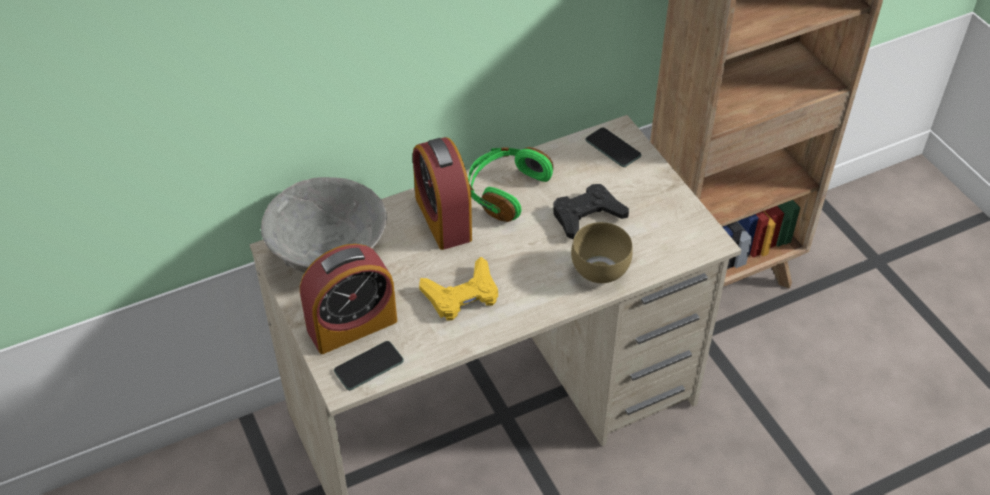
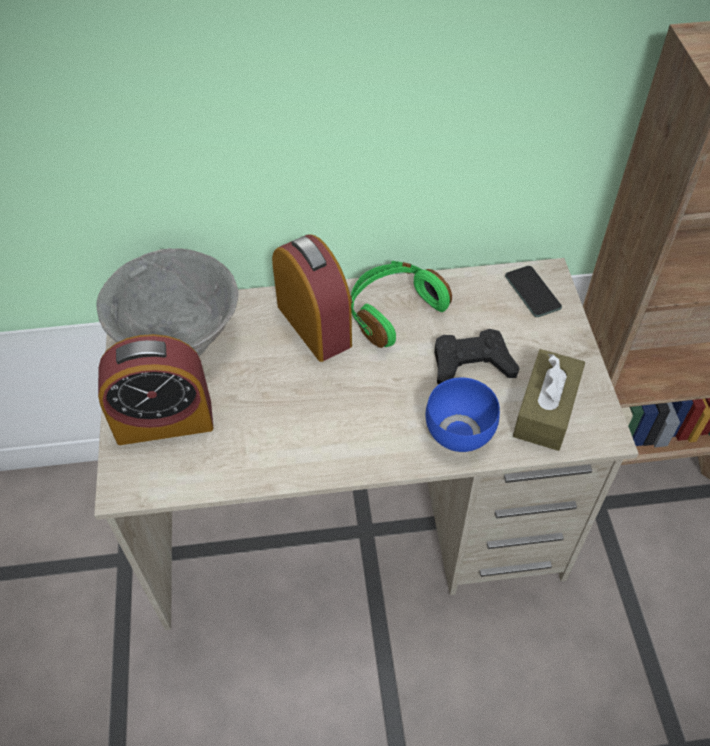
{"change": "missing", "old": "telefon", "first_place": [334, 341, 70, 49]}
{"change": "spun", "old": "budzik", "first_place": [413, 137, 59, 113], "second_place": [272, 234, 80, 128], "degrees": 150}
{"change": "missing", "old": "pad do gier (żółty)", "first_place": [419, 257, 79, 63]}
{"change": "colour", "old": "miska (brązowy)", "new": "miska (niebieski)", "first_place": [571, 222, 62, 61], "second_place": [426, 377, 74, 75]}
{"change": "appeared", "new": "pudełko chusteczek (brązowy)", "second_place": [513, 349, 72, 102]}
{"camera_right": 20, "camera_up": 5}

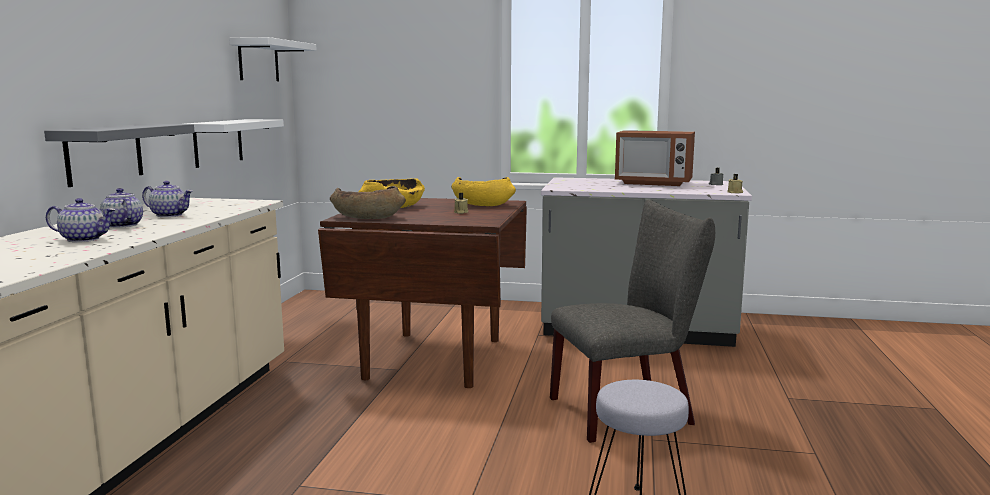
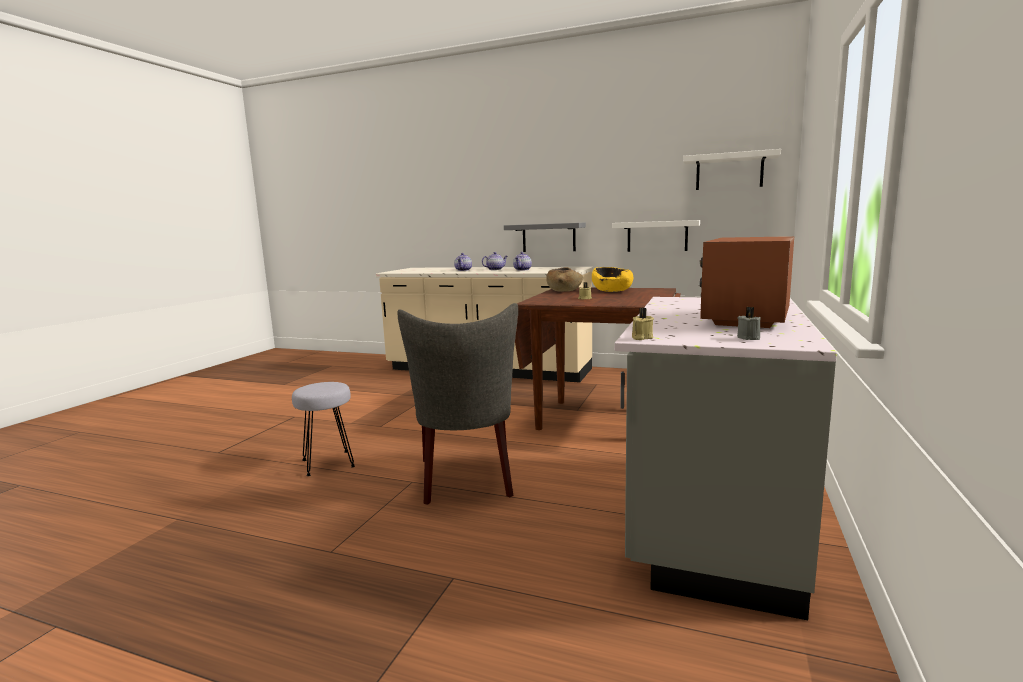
{"change": "missing", "old": "miska (żółty)", "first_place": [451, 177, 65, 29]}
{"camera_right": 100, "camera_up": 0}

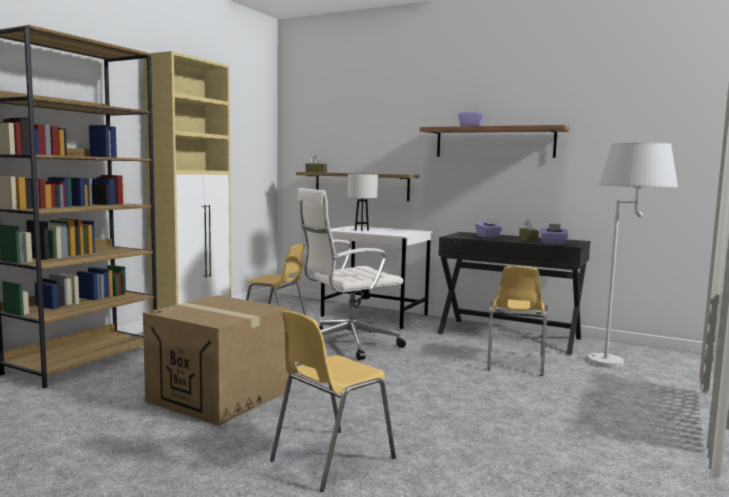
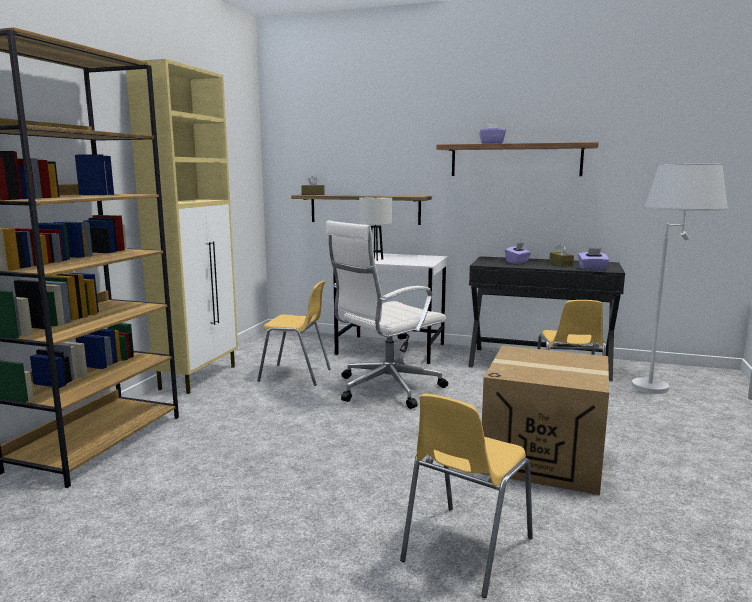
{"change": "relocated", "old": "karton", "first_place": [143, 295, 146, 131], "second_place": [480, 346, 129, 149]}
{"camera_right": -10, "camera_up": 5}

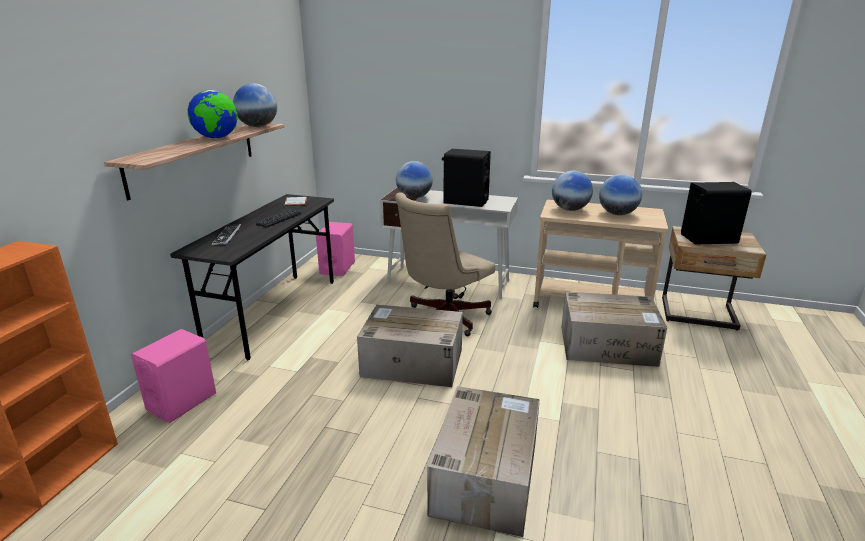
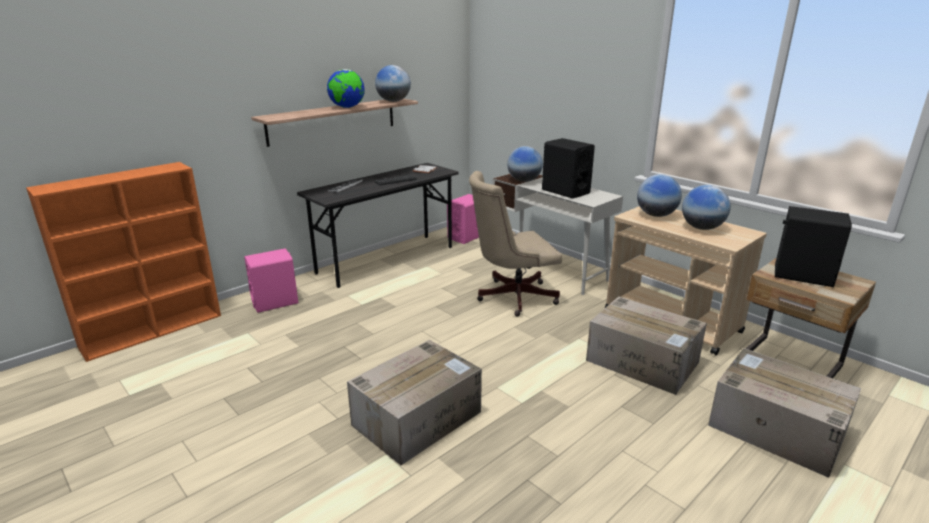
{"change": "relocated", "old": "karton", "first_place": [357, 304, 106, 83], "second_place": [708, 348, 153, 130]}
{"camera_right": 30, "camera_up": 0}

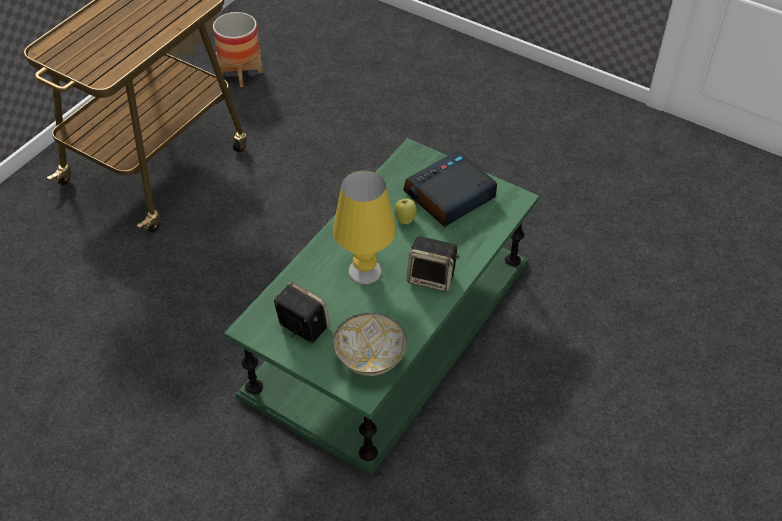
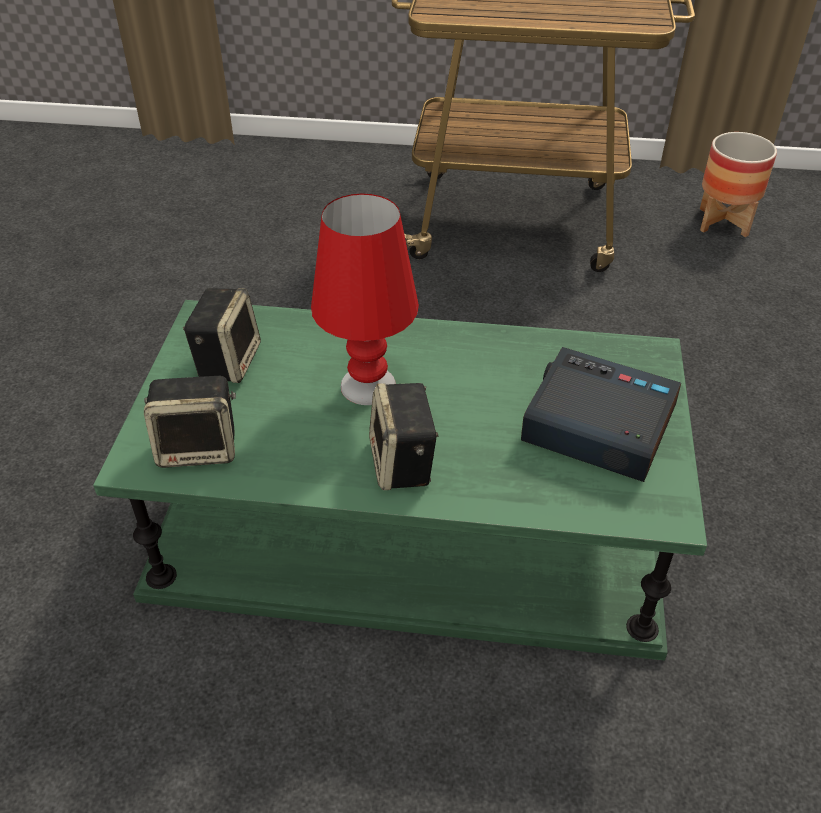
{"change": "colour", "old": "lampa stołowa (żółty)", "new": "lampa stołowa (czerwony)", "first_place": [333, 171, 63, 114], "second_place": [311, 194, 108, 211]}
{"change": "exchanged", "old": "miska", "new": "głośnik", "first_place": [333, 313, 74, 63], "second_place": [144, 376, 92, 92]}
{"change": "missing", "old": "jabłko", "first_place": [394, 198, 23, 26]}
{"camera_right": 65, "camera_up": -5}

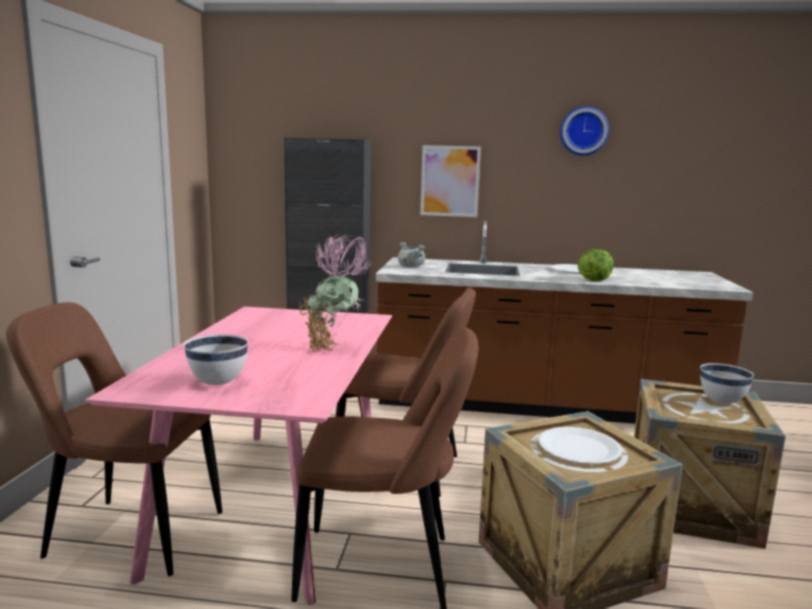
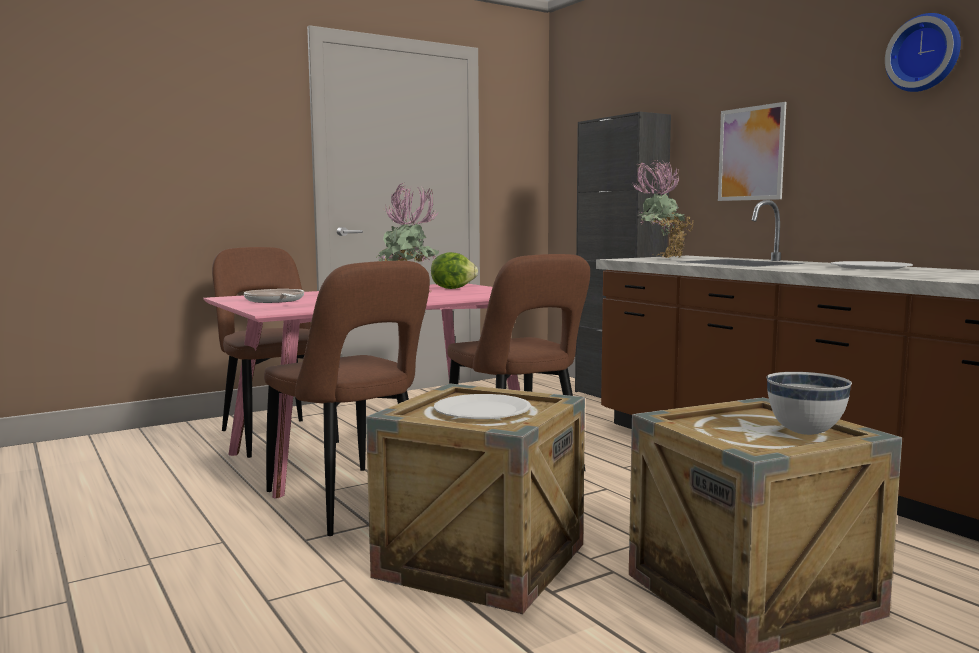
{"change": "exchanged", "old": "miska (biały)", "new": "patelnia", "first_place": [184, 334, 64, 51], "second_place": [244, 289, 60, 14]}
{"change": "exchanged", "old": "garnek (szary)", "new": "roślina doniczkowa", "first_place": [398, 242, 27, 25], "second_place": [633, 160, 61, 98]}
{"change": "relocated", "old": "sałata", "first_place": [578, 250, 35, 31], "second_place": [431, 252, 47, 37]}
{"camera_right": 50, "camera_up": -5}

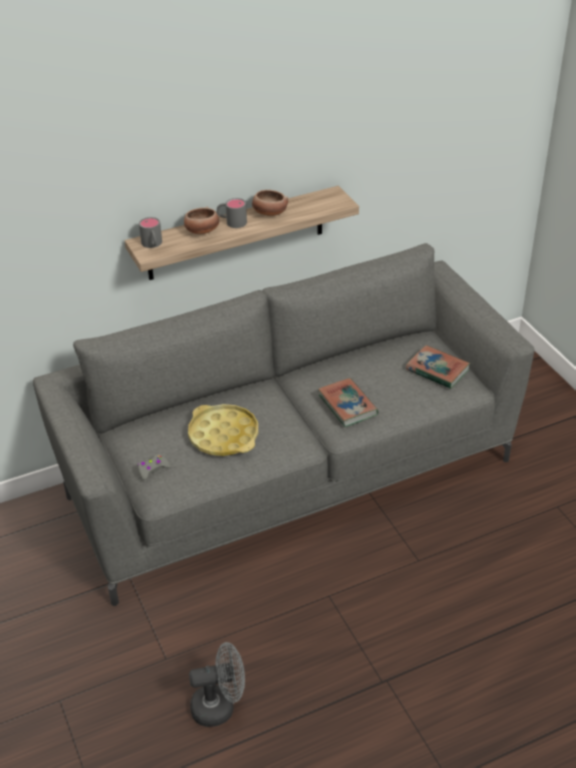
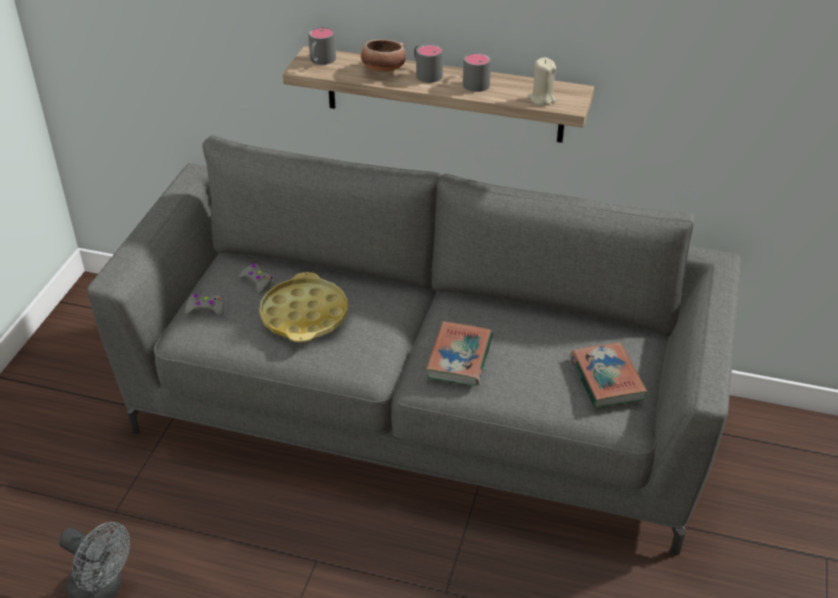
{"change": "exchanged", "old": "miska", "new": "kubek (szary)", "first_place": [252, 190, 36, 26], "second_place": [463, 52, 28, 40]}
{"change": "appeared", "new": "pad do gier (szary)", "second_place": [239, 264, 33, 30]}
{"change": "appeared", "new": "świeca (beżowy)", "second_place": [528, 58, 28, 48]}
{"camera_right": 40, "camera_up": 0}

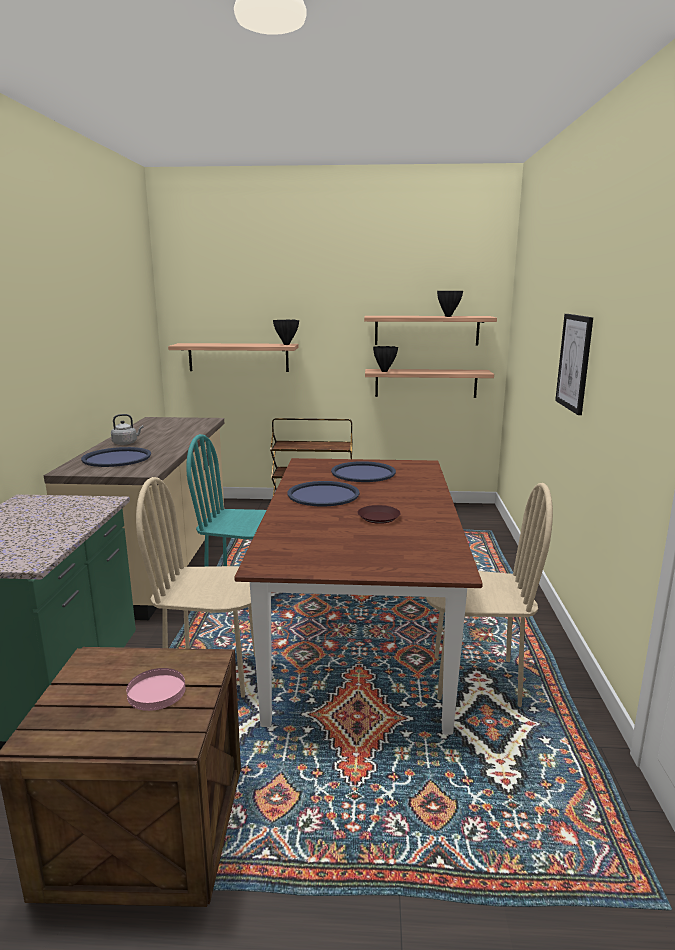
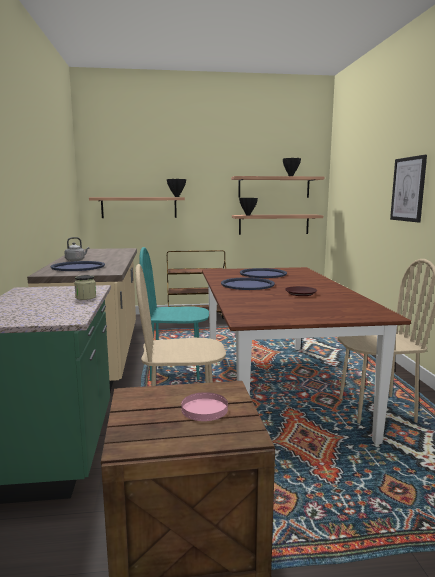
{"change": "appeared", "new": "słoik", "second_place": [74, 275, 22, 25]}
{"camera_right": -10, "camera_up": -5}

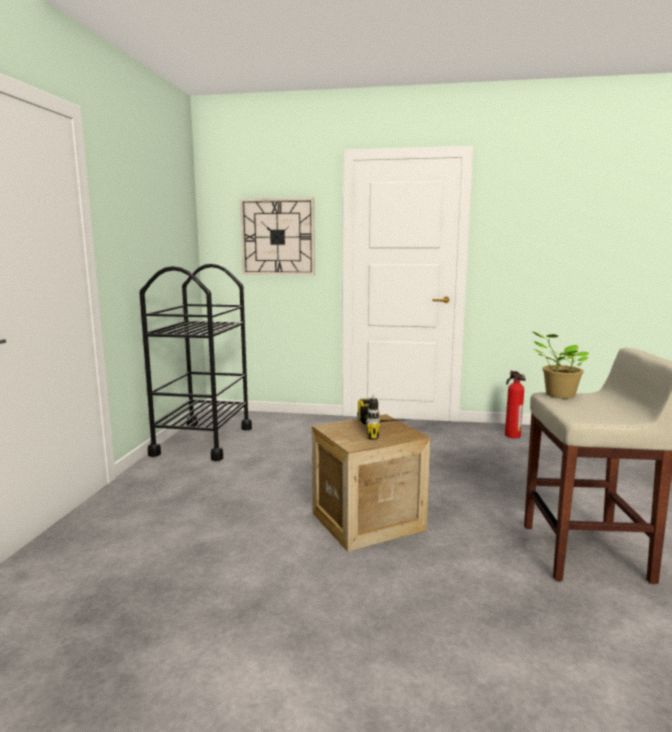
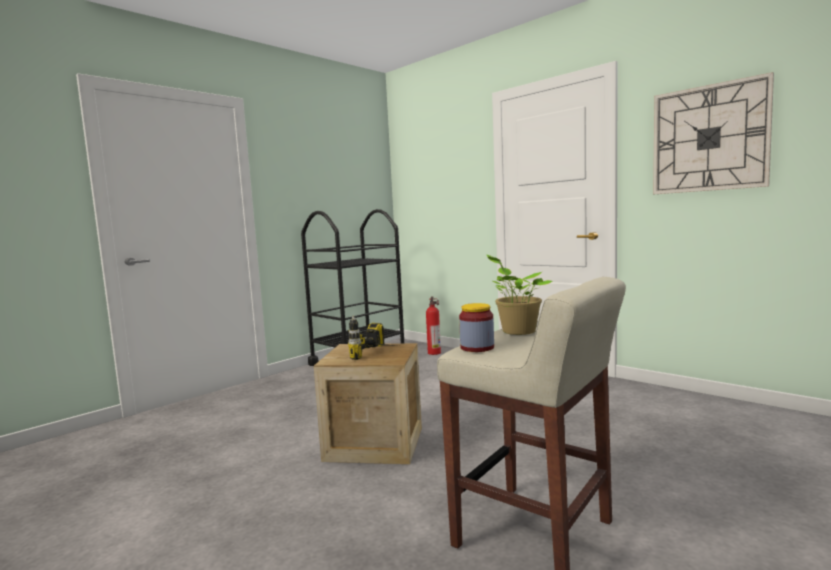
{"change": "relocated", "old": "zegar ścienny", "first_place": [240, 198, 75, 77], "second_place": [653, 72, 121, 122]}
{"change": "relocated", "old": "gaśnica", "first_place": [505, 371, 21, 67], "second_place": [426, 296, 15, 59]}
{"change": "appeared", "new": "słoik", "second_place": [459, 303, 35, 49]}
{"camera_right": 35, "camera_up": -5}

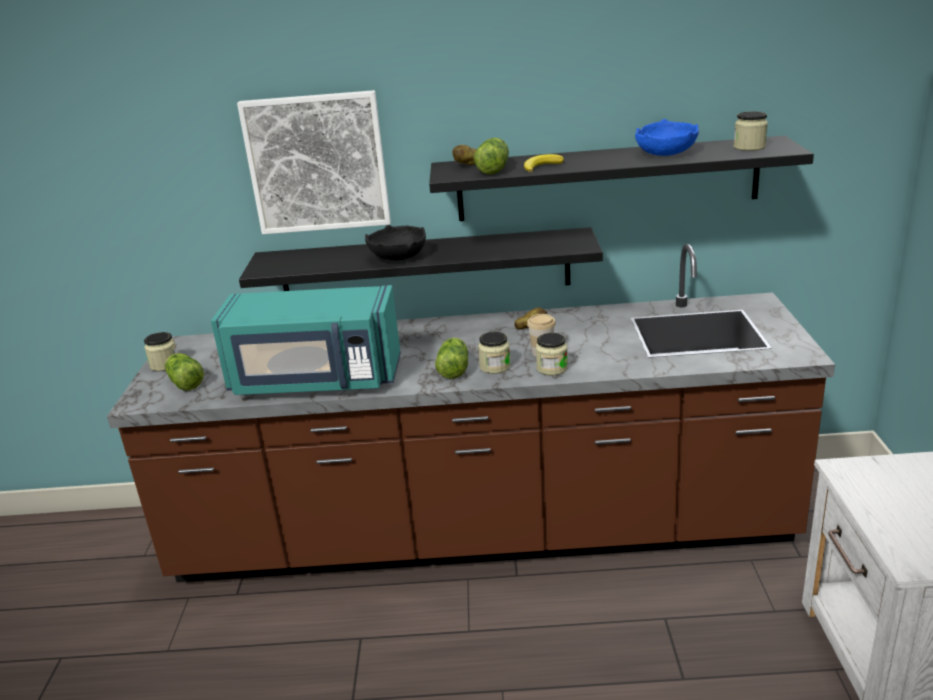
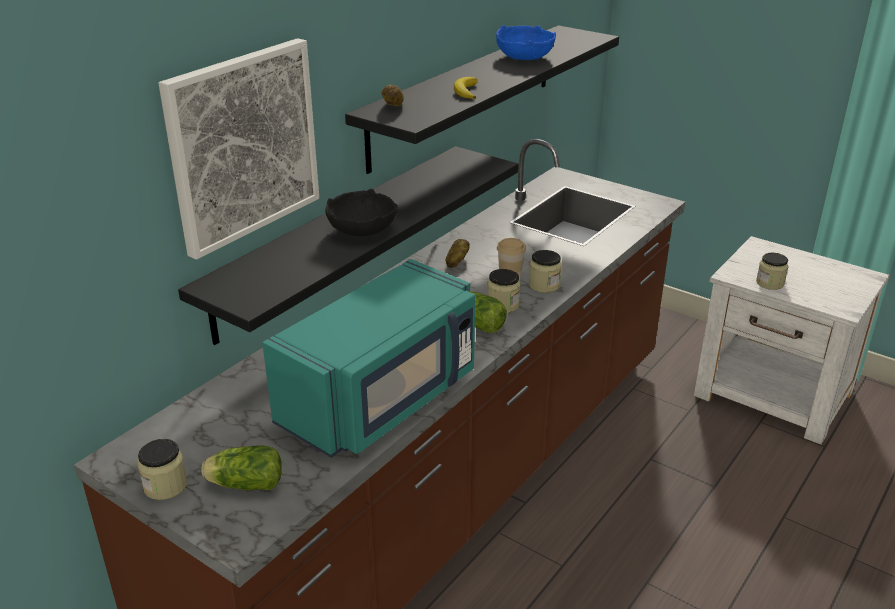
{"change": "missing", "old": "sałata", "first_place": [474, 138, 35, 36]}
{"change": "relocated", "old": "słoik", "first_place": [734, 111, 34, 40], "second_place": [756, 253, 32, 37]}
{"camera_right": -55, "camera_up": 5}

